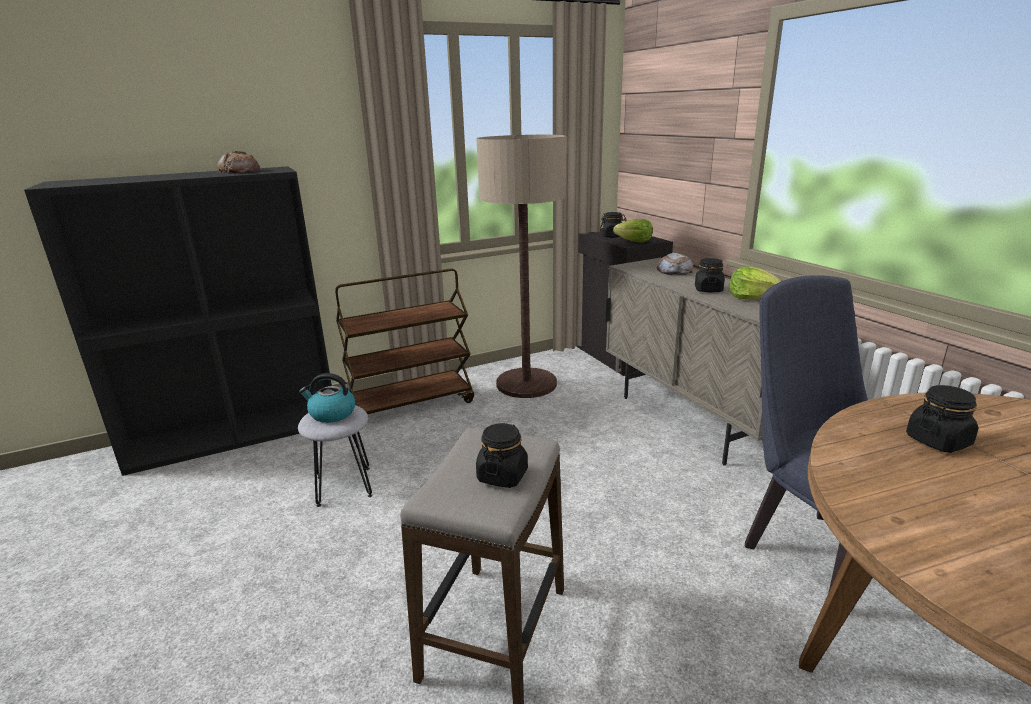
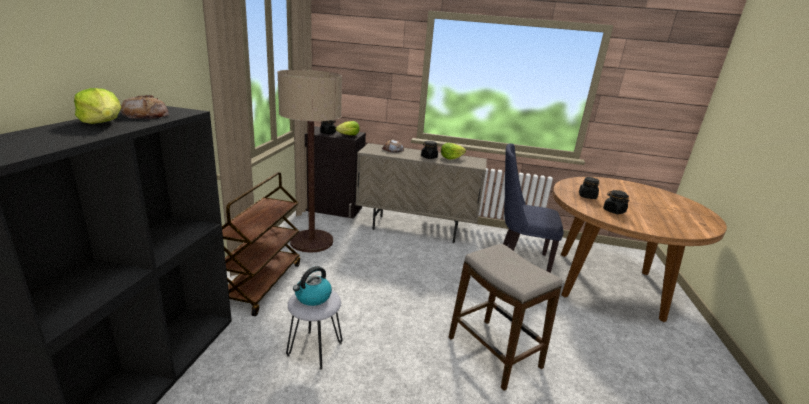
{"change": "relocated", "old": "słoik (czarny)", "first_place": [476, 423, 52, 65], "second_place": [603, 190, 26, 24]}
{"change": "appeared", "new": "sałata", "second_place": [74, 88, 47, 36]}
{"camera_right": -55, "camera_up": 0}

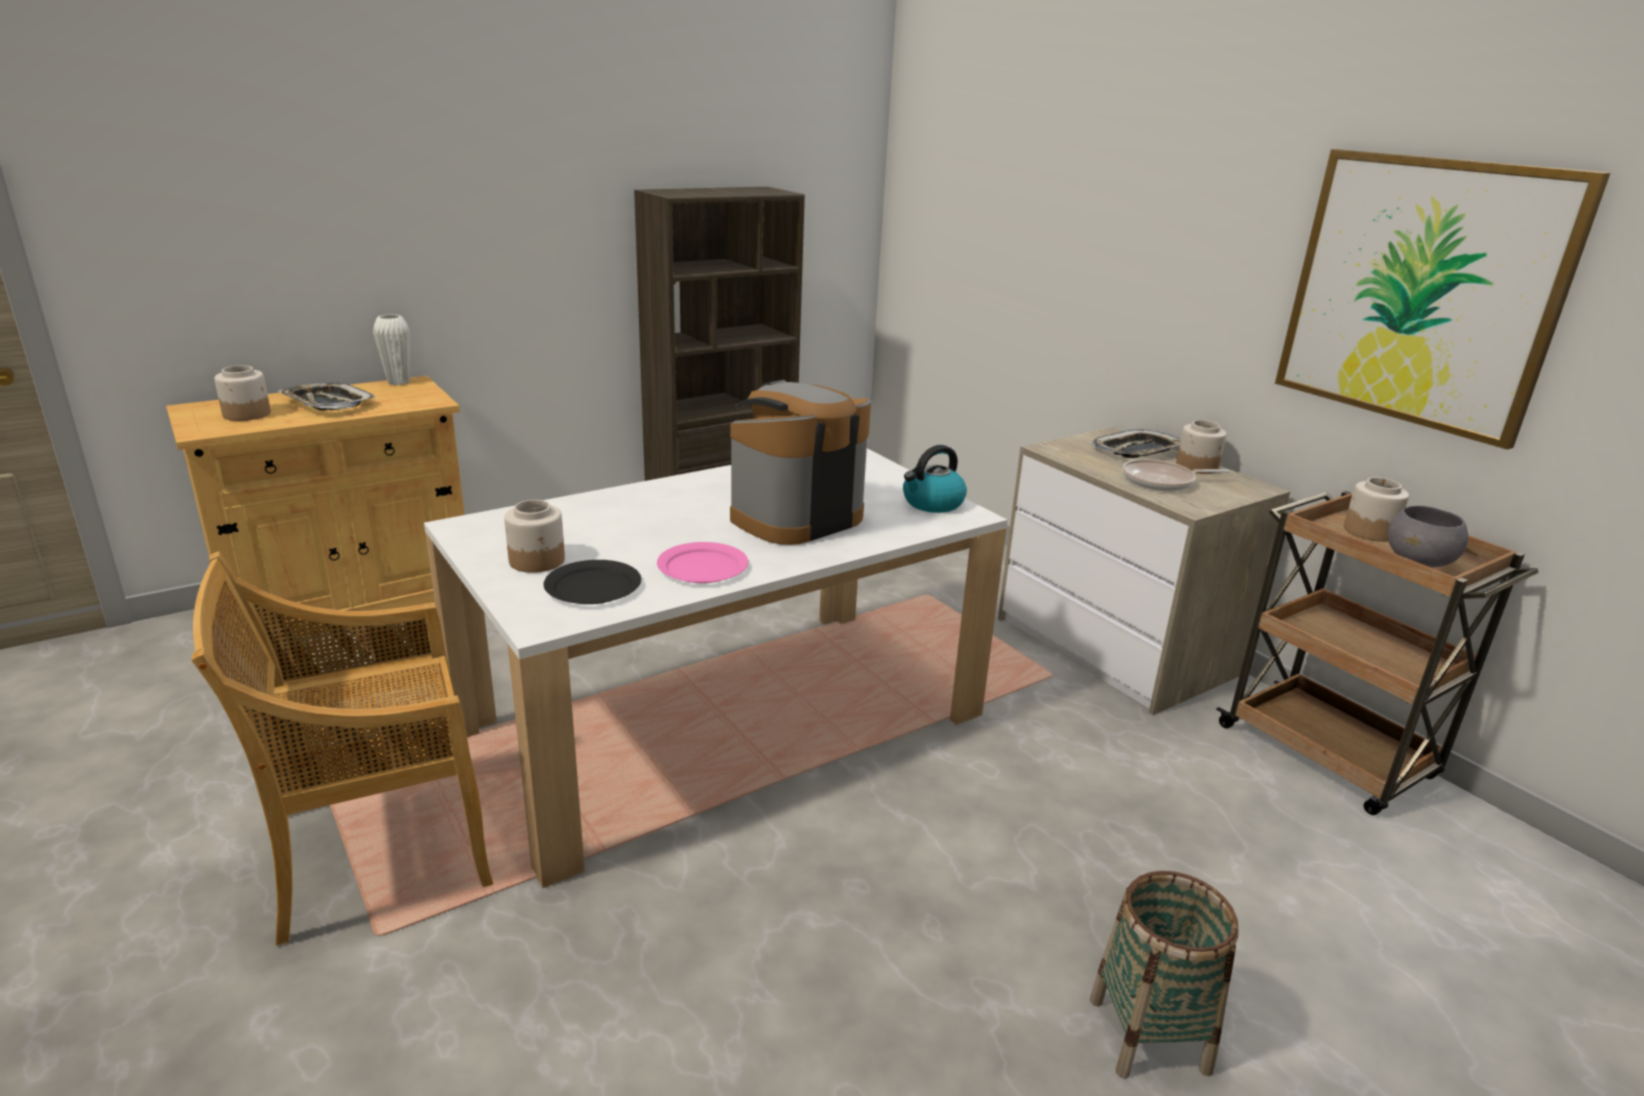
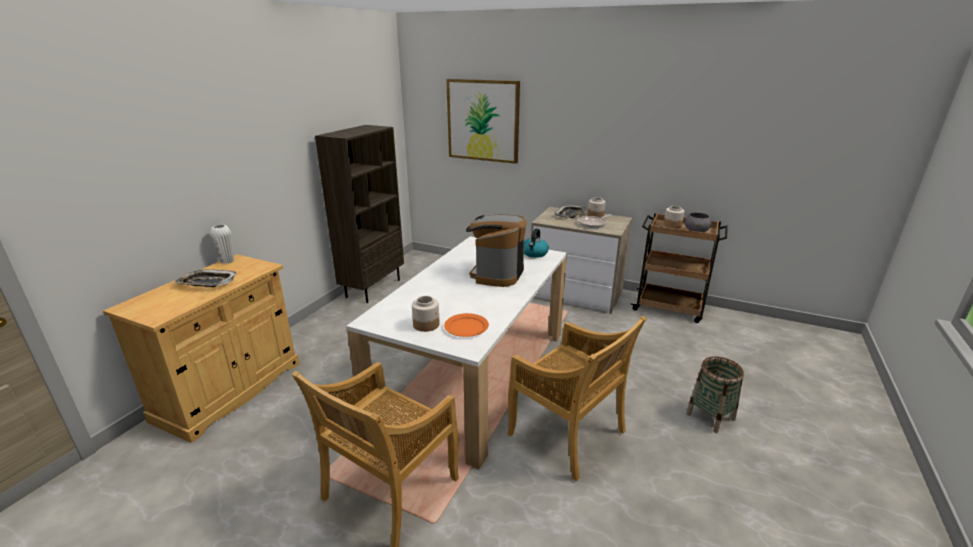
{"change": "missing", "old": "słoik", "first_place": [214, 365, 57, 56]}
{"change": "colour", "old": "talerz (czarny)", "new": "talerz (pomarańczowy)", "first_place": [544, 560, 97, 44], "second_place": [444, 313, 45, 24]}
{"change": "missing", "old": "talerz (różowy)", "first_place": [657, 542, 91, 41]}
{"change": "relocated", "old": "obraz", "first_place": [1275, 149, 335, 301], "second_place": [446, 79, 74, 85]}
{"change": "appeared", "new": "krzesło (beżowy)", "second_place": [507, 316, 140, 165]}
{"camera_right": -30, "camera_up": 0}

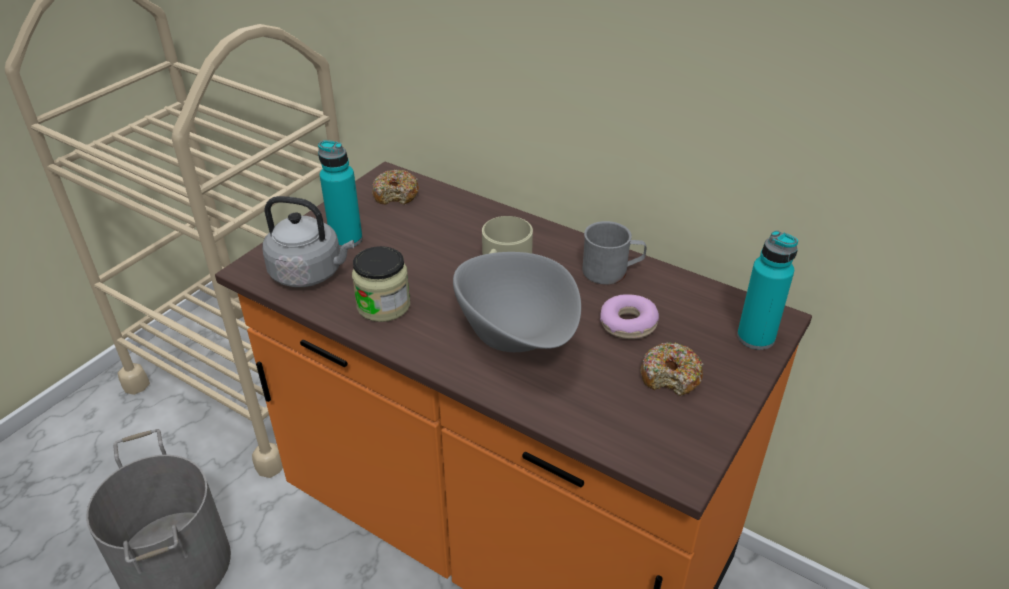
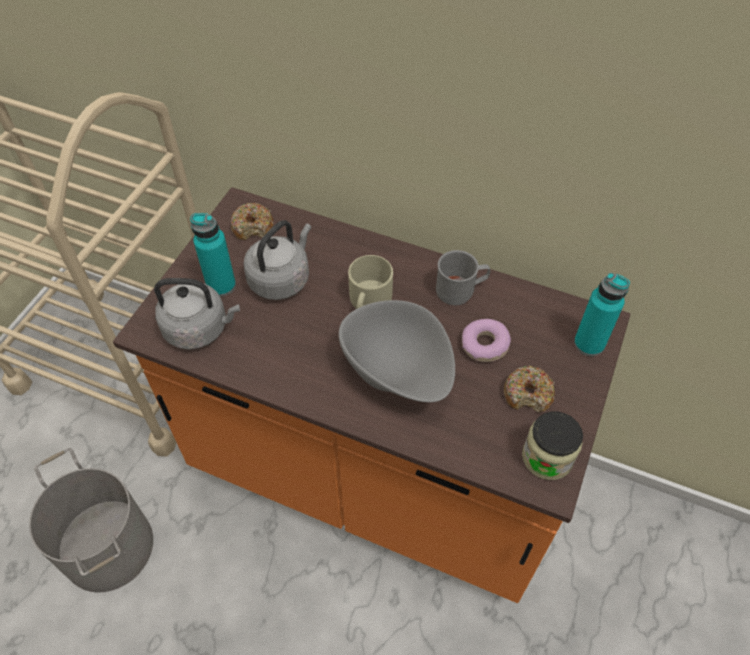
{"change": "relocated", "old": "słoik", "first_place": [352, 246, 58, 76], "second_place": [522, 412, 61, 68]}
{"change": "appeared", "new": "czajnik (szary)", "second_place": [243, 220, 68, 80]}
{"camera_right": -10, "camera_up": 15}

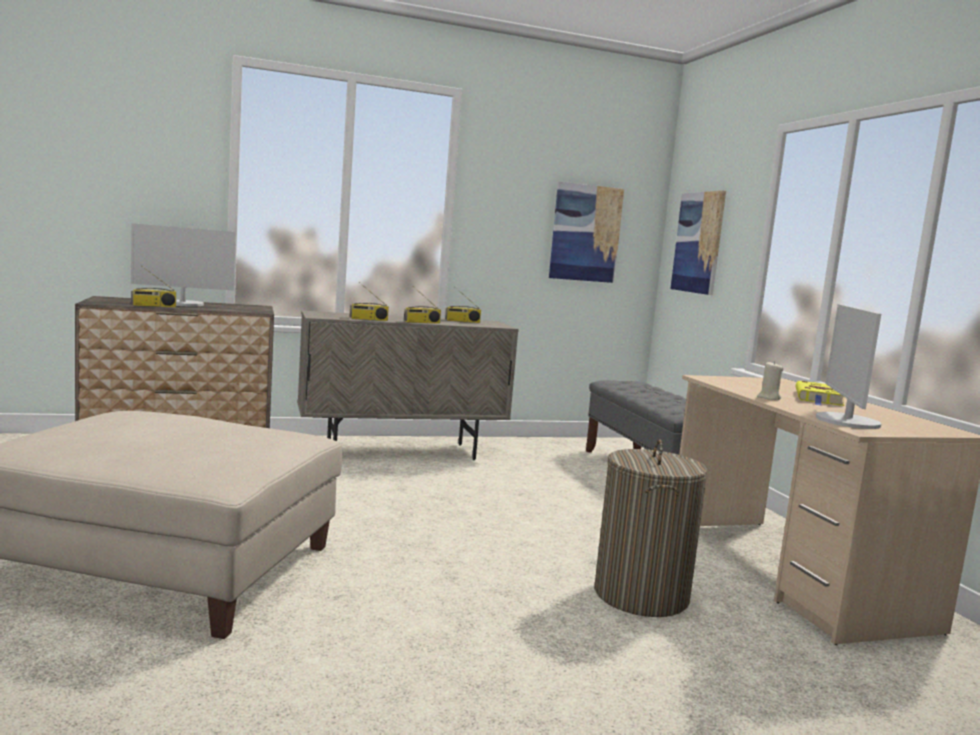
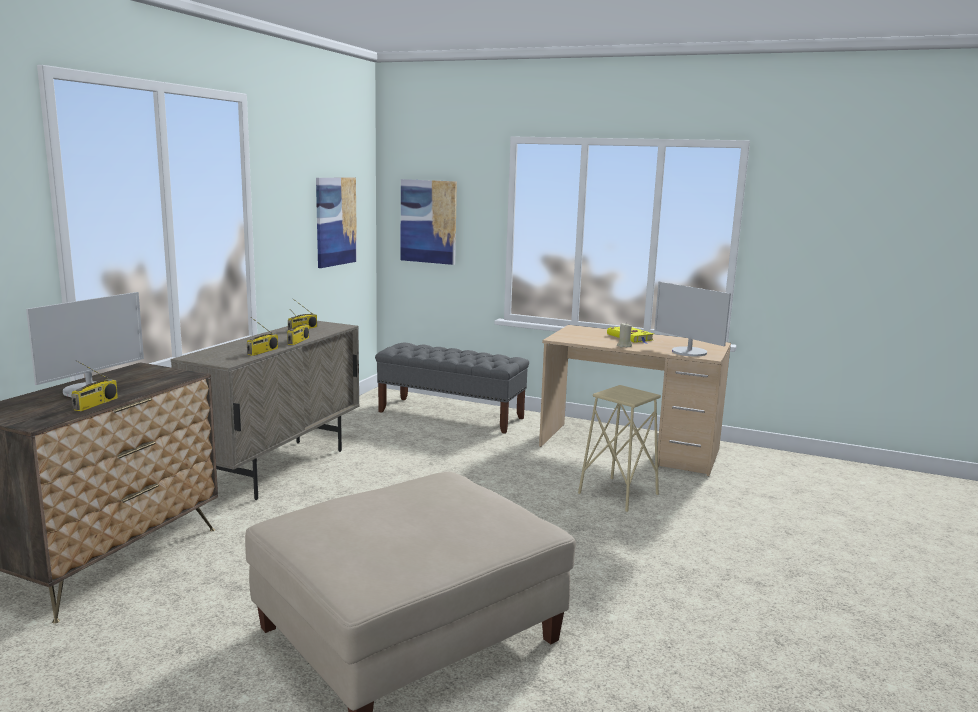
{"change": "exchanged", "old": "kosz na pranie", "new": "stołek (beżowy)", "first_place": [594, 440, 114, 177], "second_place": [578, 385, 83, 127]}
{"camera_right": -50, "camera_up": 5}

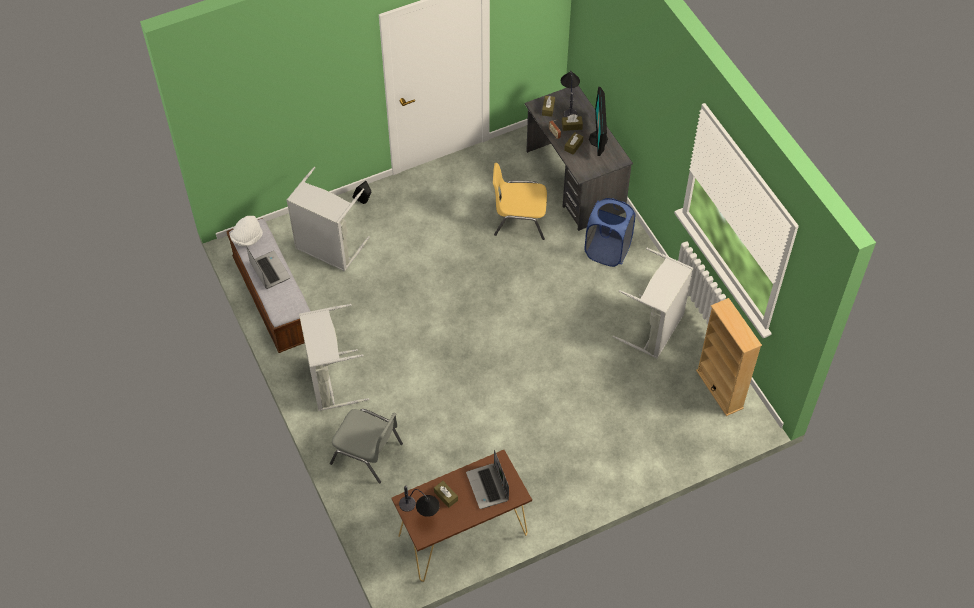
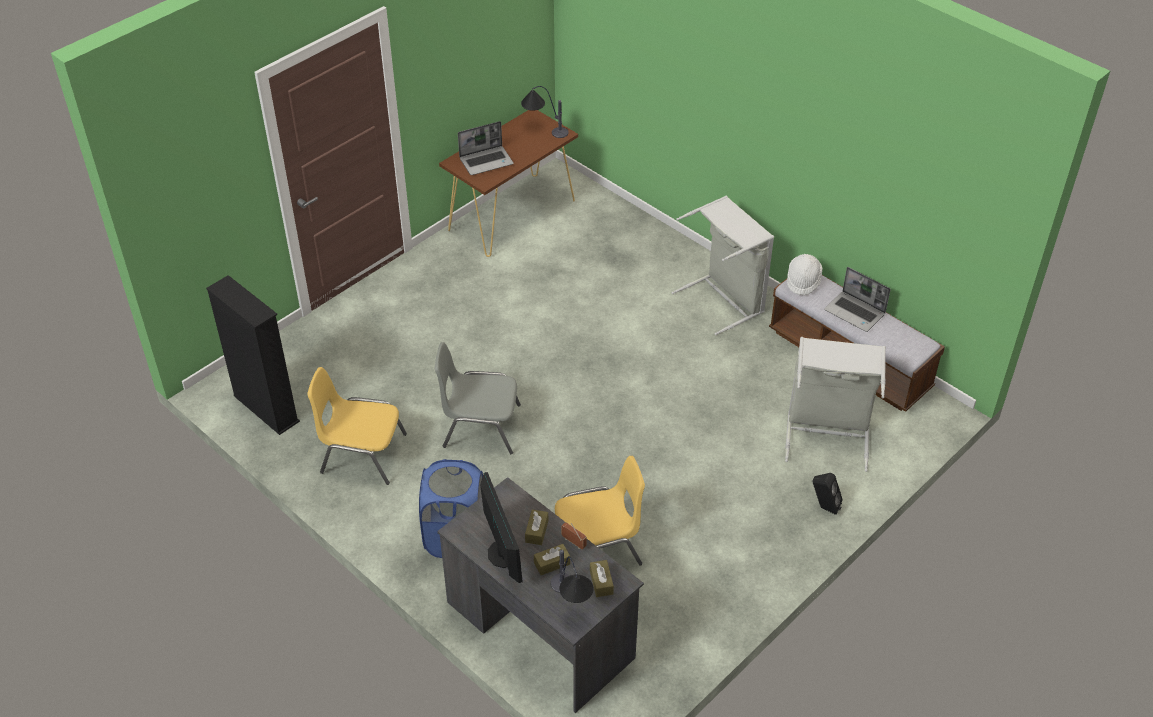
{"change": "relocated", "old": "kapelusz (biały)", "first_place": [230, 216, 33, 31], "second_place": [787, 254, 35, 42]}
{"change": "relocated", "old": "krzesło (szary)", "first_place": [330, 409, 73, 74], "second_place": [435, 342, 86, 112]}
{"change": "missing", "old": "pudełko chusteczek (brązowy)", "first_place": [434, 481, 24, 27]}
{"change": "spun", "old": "laptop", "first_place": [466, 450, 43, 59], "second_place": [458, 121, 56, 54], "degrees": 105}
{"change": "exchanged", "old": "kosz na pranie (szary)", "new": "krzesło (żółty)", "first_place": [613, 248, 80, 111], "second_place": [307, 367, 100, 118]}
{"change": "colour", "old": "regał (beżowy)", "new": "regał (czarny)", "first_place": [696, 298, 66, 118], "second_place": [206, 275, 94, 160]}
{"camera_right": 160, "camera_up": -10}

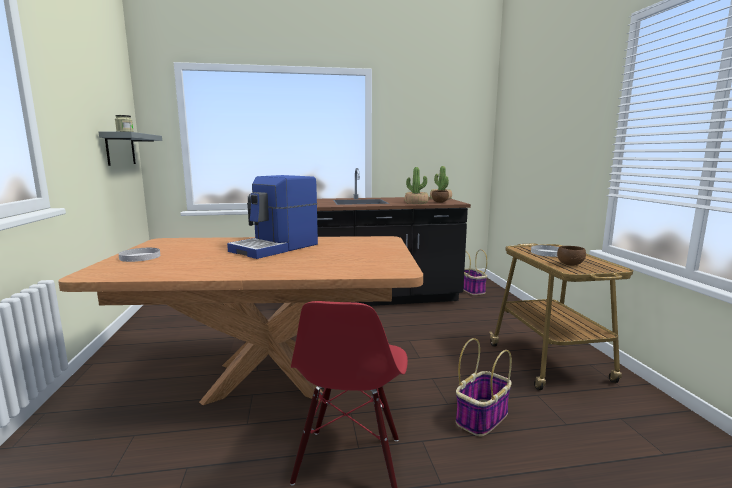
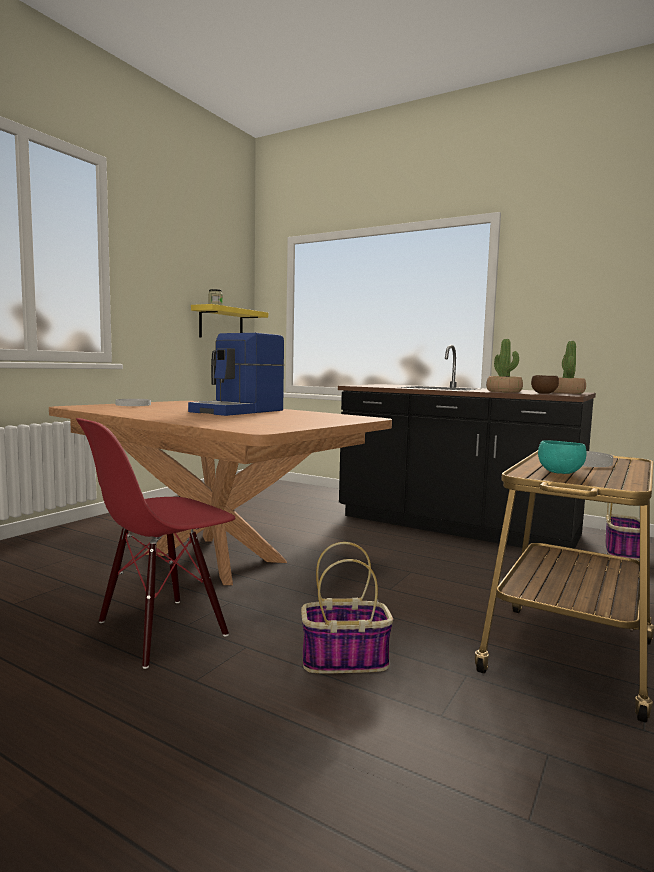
{"change": "colour", "old": "półka (szary)", "new": "półka (żółty)", "first_place": [99, 131, 63, 35], "second_place": [191, 304, 77, 34]}
{"change": "spun", "old": "ekspres do kawy", "first_place": [227, 175, 91, 84], "second_place": [188, 333, 96, 83], "degrees": -45}
{"change": "colour", "old": "miska (brązowy)", "new": "miska (turkusowy)", "first_place": [557, 246, 29, 20], "second_place": [538, 440, 49, 34]}
{"camera_right": 40, "camera_up": -5}

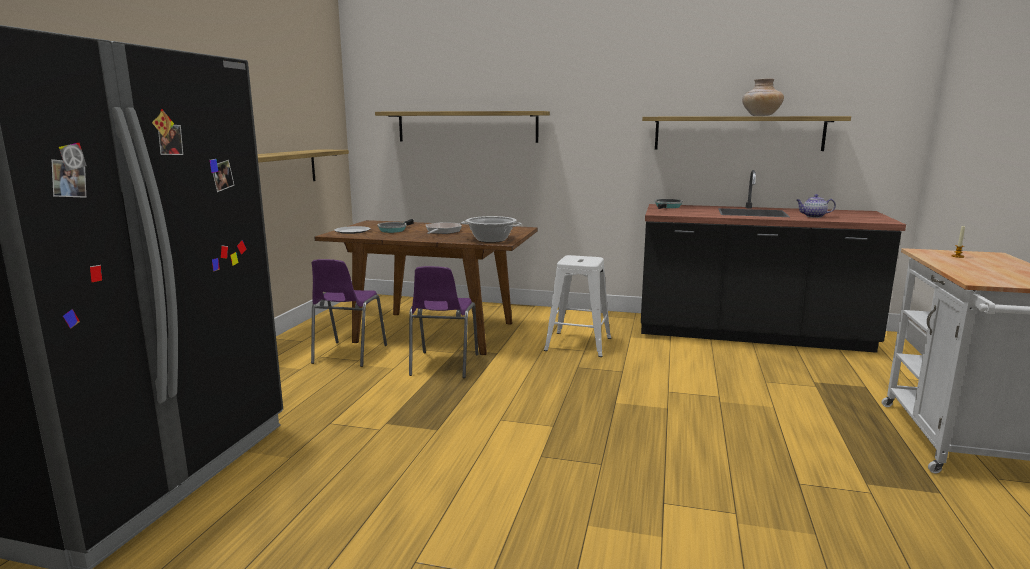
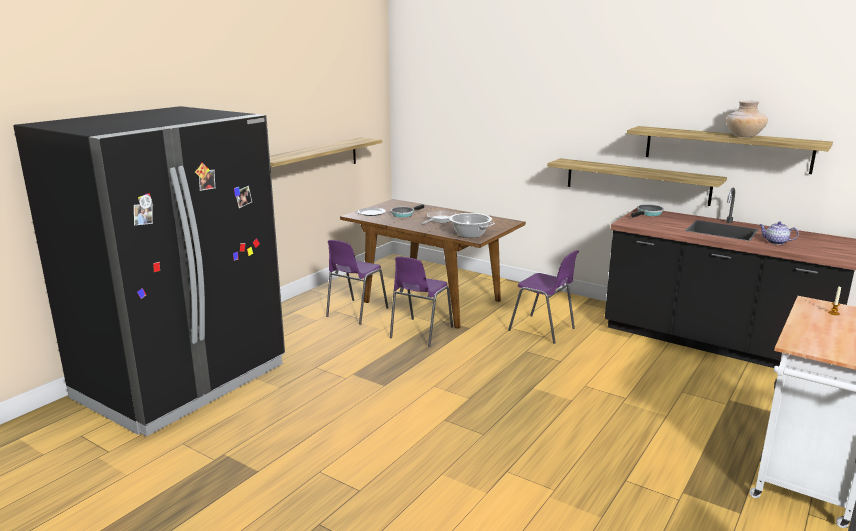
{"change": "relocated", "old": "półka", "first_place": [375, 111, 175, 32], "second_place": [547, 158, 180, 48]}
{"change": "exchanged", "old": "stołek (biały)", "new": "krzesło (fioletowy)", "first_place": [544, 255, 67, 102], "second_place": [508, 250, 71, 94]}
{"camera_right": 20, "camera_up": 5}

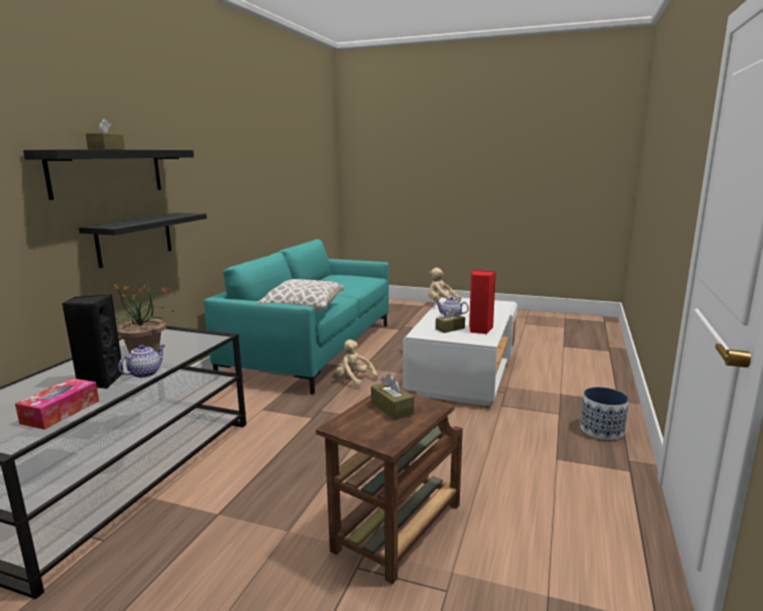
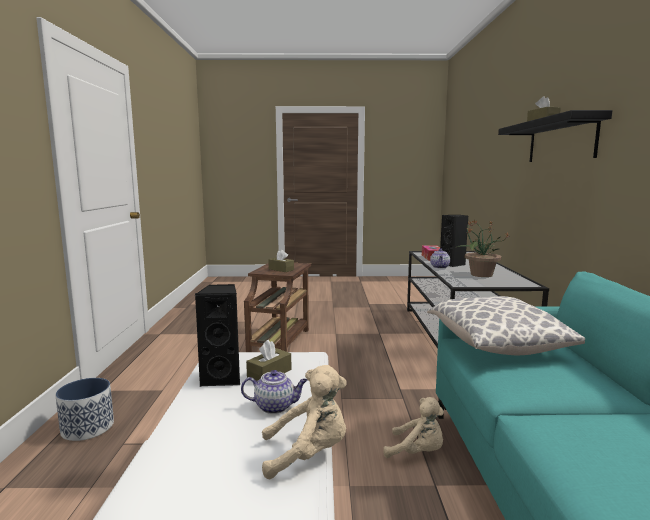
{"change": "missing", "old": "półka (czarny)", "first_place": [79, 213, 128, 55]}
{"change": "colour", "old": "głośnik (czerwony)", "new": "głośnik (czarny)", "first_place": [469, 270, 27, 64], "second_place": [194, 284, 46, 103]}
{"camera_right": 160, "camera_up": -5}

